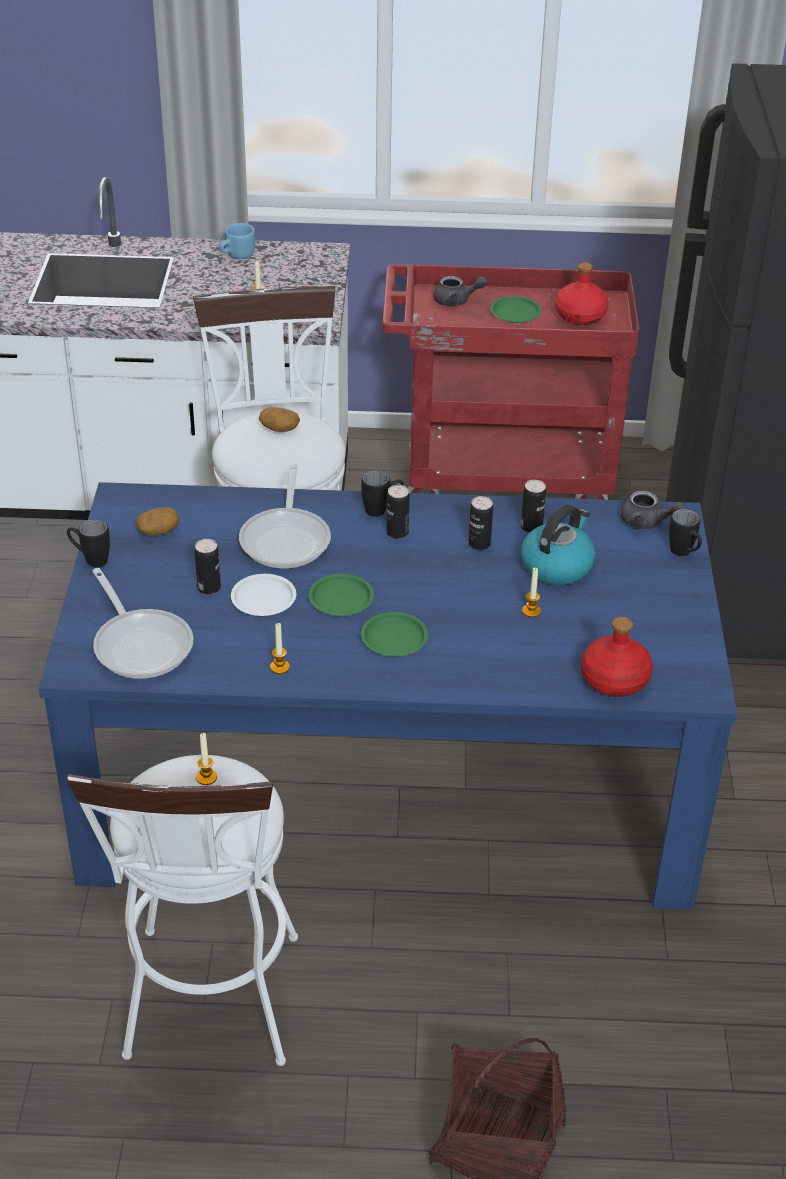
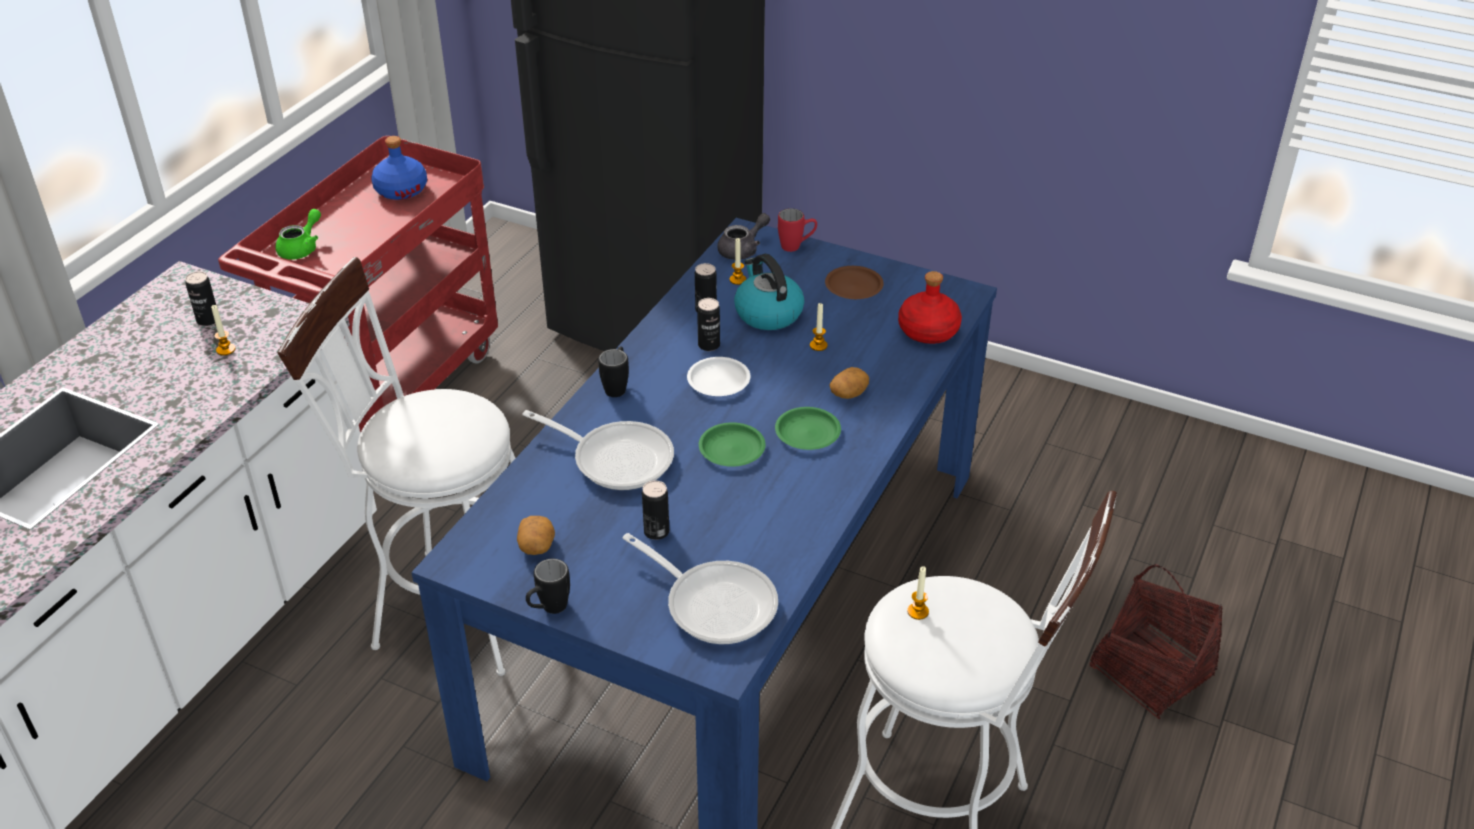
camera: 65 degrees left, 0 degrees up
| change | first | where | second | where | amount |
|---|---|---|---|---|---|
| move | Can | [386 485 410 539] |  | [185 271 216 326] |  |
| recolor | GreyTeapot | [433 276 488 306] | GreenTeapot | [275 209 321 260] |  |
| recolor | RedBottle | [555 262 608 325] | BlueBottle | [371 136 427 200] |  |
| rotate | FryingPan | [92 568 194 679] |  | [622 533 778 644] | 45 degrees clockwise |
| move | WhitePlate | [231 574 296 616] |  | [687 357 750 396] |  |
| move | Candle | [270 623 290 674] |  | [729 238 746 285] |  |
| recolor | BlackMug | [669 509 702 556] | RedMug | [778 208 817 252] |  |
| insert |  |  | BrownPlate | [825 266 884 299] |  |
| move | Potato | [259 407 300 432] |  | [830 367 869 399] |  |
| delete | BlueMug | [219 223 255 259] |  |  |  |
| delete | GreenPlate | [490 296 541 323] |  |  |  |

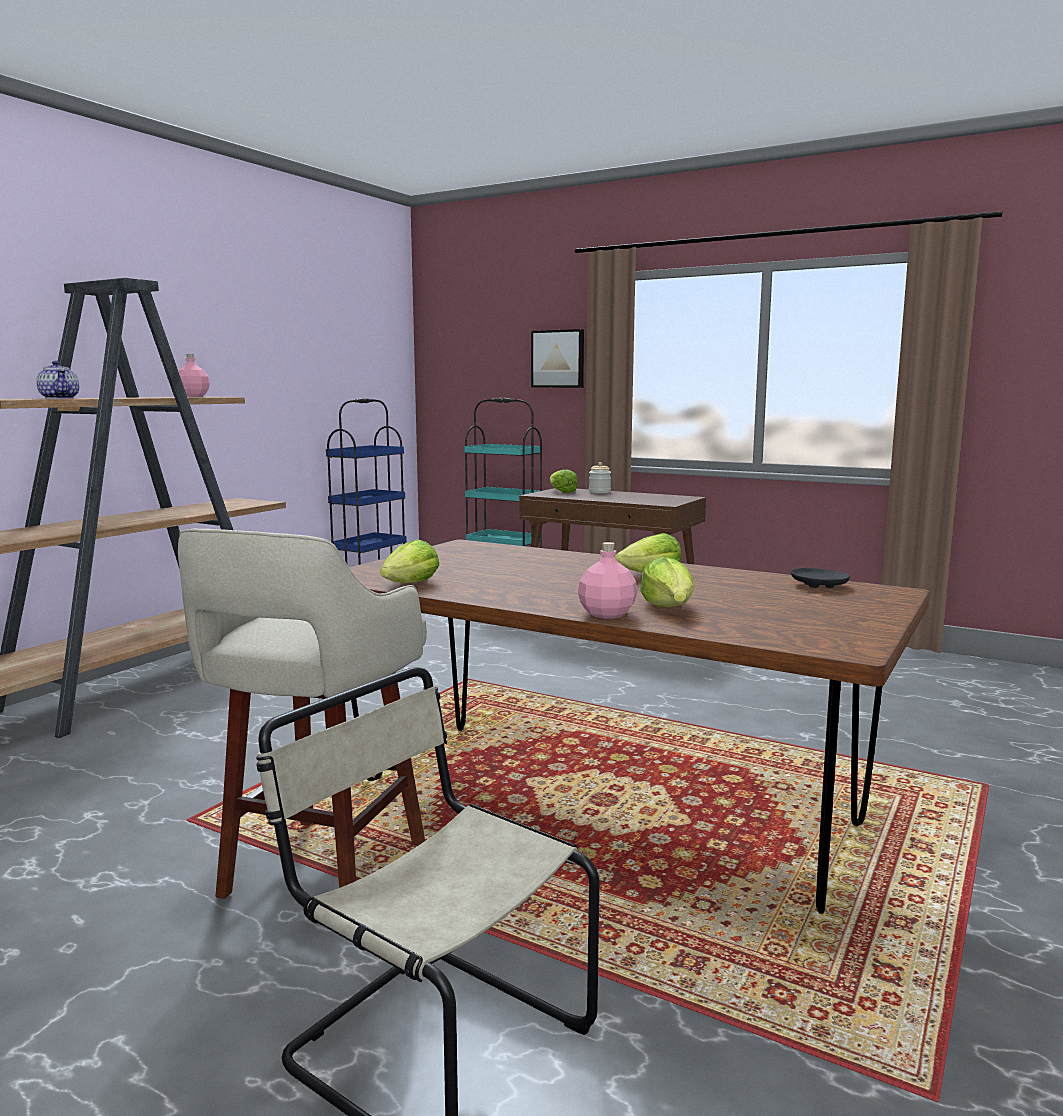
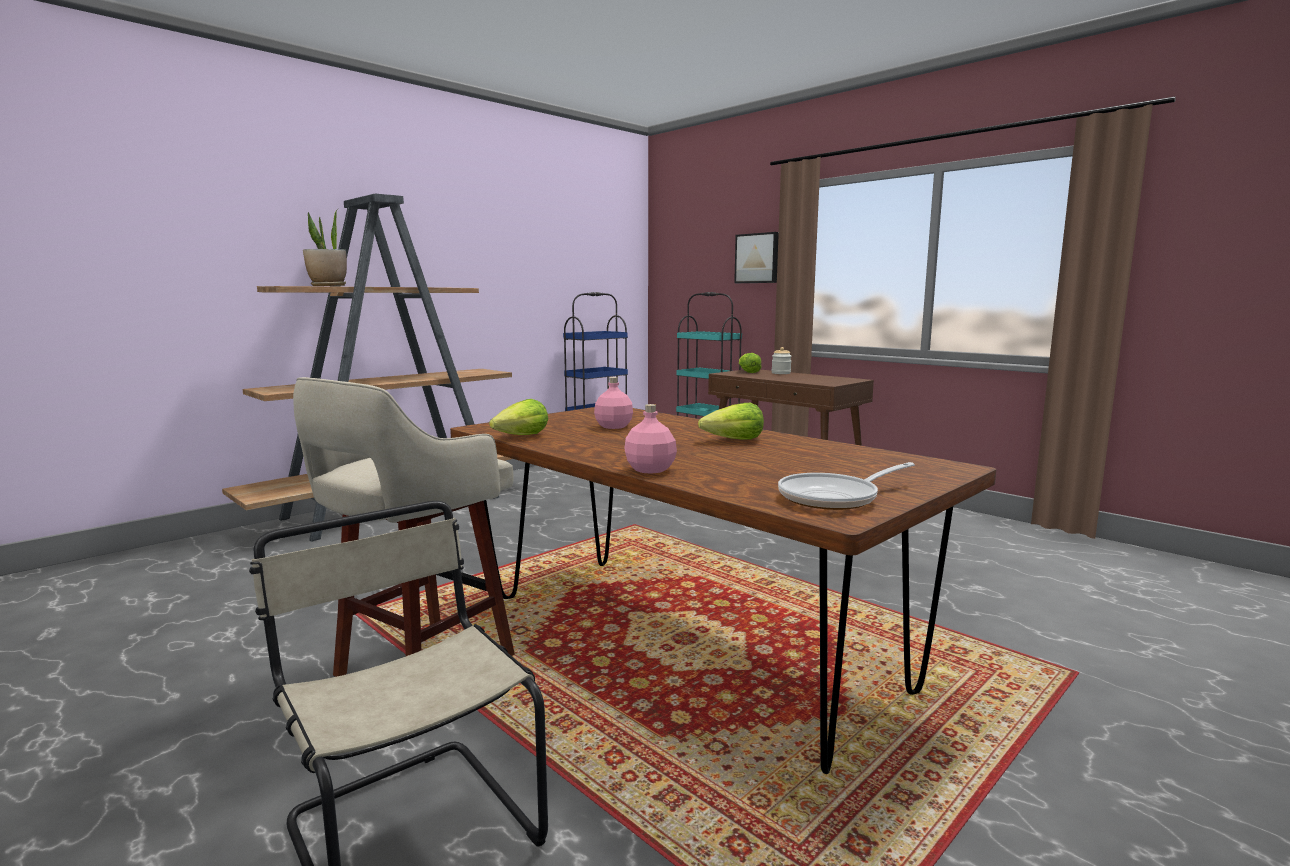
camera: 15 degrees right, 0 degrees up
| change | first | where | second | where | amount |
|---|---|---|---|---|---|
| replace | Teapot | [36 361 79 399] | PottedPlant | [303 209 347 286] |  |
| move | PinkBottle | [178 354 210 397] |  | [594 377 633 429] |  |
| insert |  |  | FryingPan | [778 462 915 510] |  |
| delete | Lettuce | [640 557 695 607] |  |  |  |
| delete | BlackPlate | [791 568 850 588] |  |  |  |

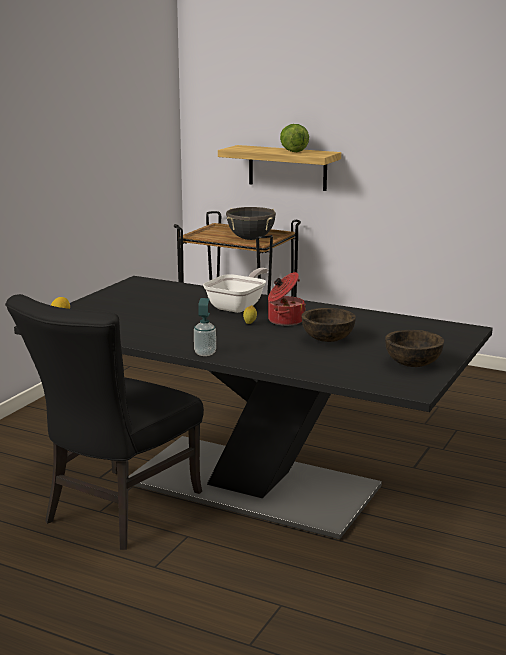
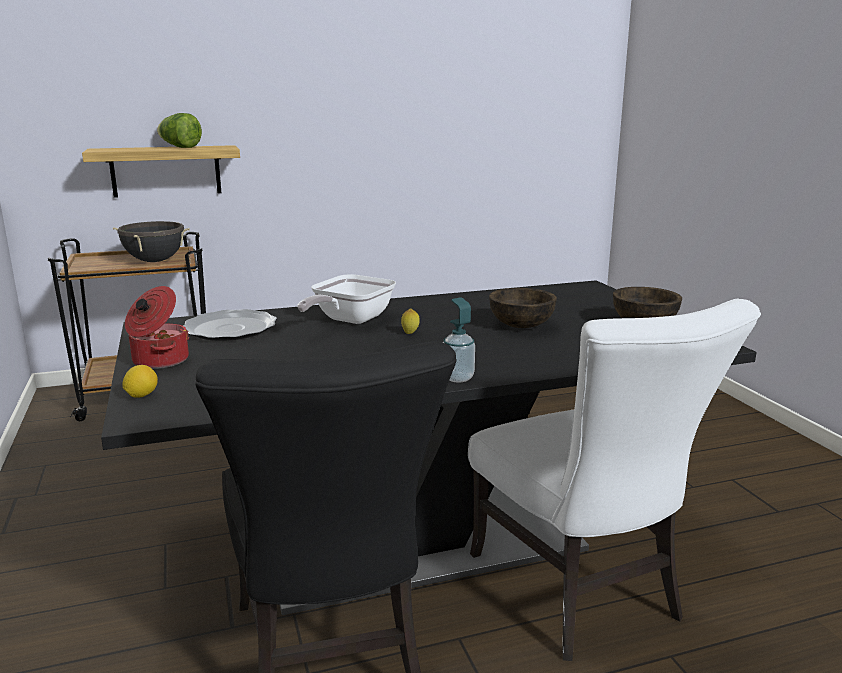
camera: 45 degrees left, 0 degrees up
| change | first | where | second | where | amount |
|---|---|---|---|---|---|
| move | CookingPot | [268 272 306 326] |  | [125 286 189 369] |  |
| insert |  |  | Plate | [183 309 277 341] |  |
| rotate | FryingPan | [203 268 268 313] |  | [297 274 396 324] | 135 degrees counterclockwise |
| insert |  |  | WhiteChair | [468 299 761 661] |  |

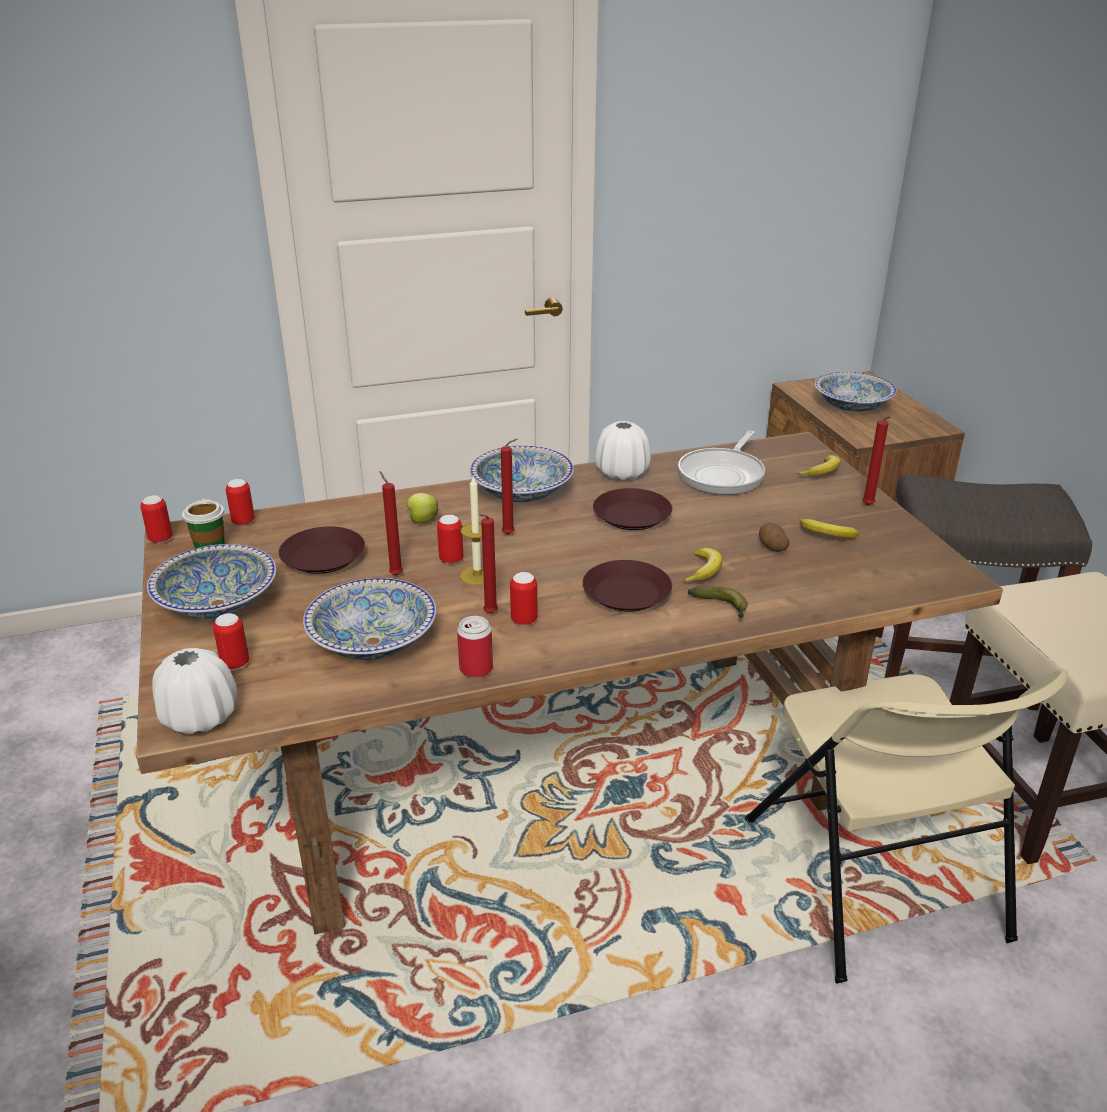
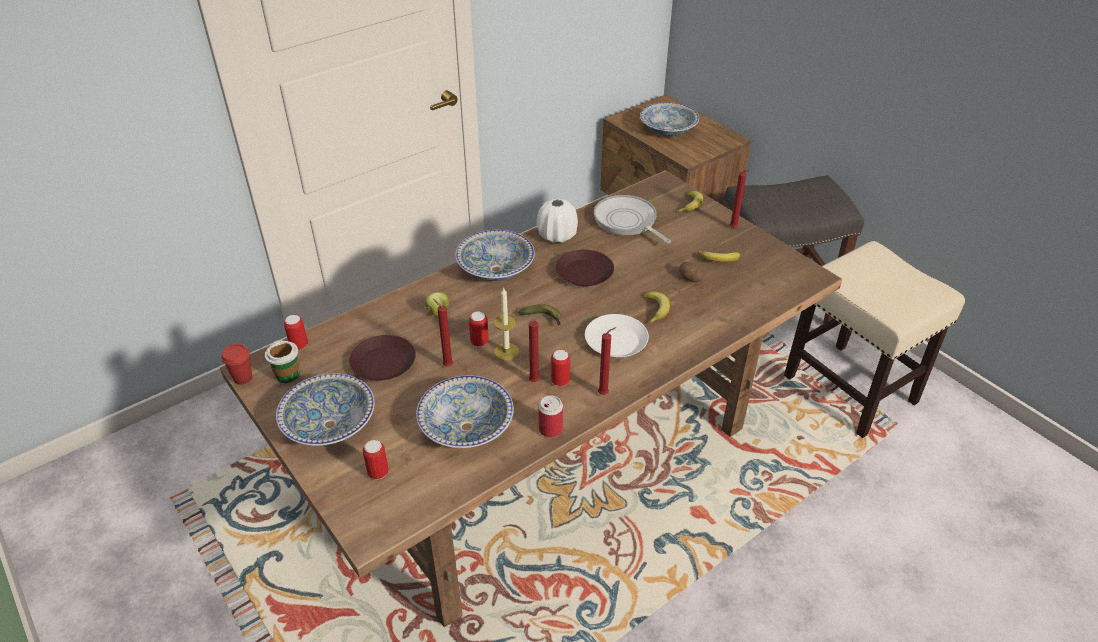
camera: 20 degrees left, 10 degrees up
| change | first | where | second | where | amount |
|---|---|---|---|---|---|
| replace | Can | [141 495 173 543] | RedCup | [222 344 252 385] |  |
| move | Banana | [688 586 748 619] |  | [518 304 561 326] |  |
| recolor | BrownPlate | [582 560 672 612] | WhitePlate | [585 314 649 357] |  |
| rotate | FryingPan | [678 431 765 495] |  | [594 195 671 244] | 135 degrees clockwise |
| move | RedCandle | [501 439 517 535] |  | [598 327 617 395] |  |
| delete | WhiteVase | [152 648 237 734] |  |  |  |
| delete | BeigeChair | [745 669 1068 984] |  |  |  |

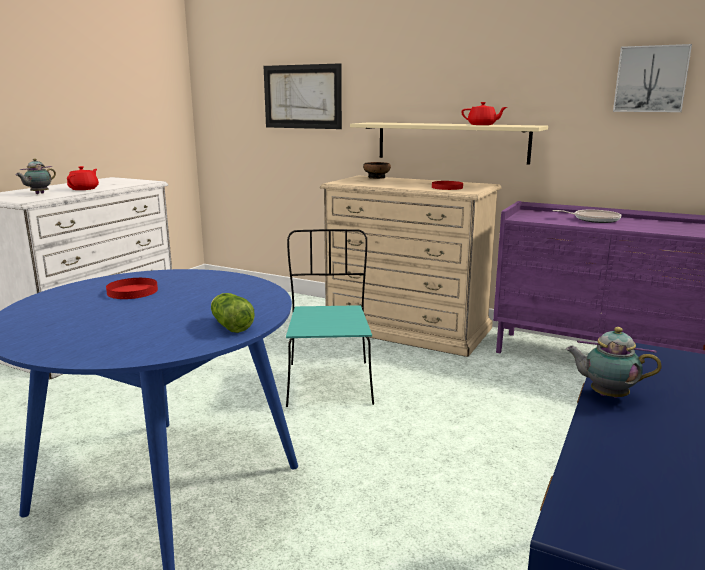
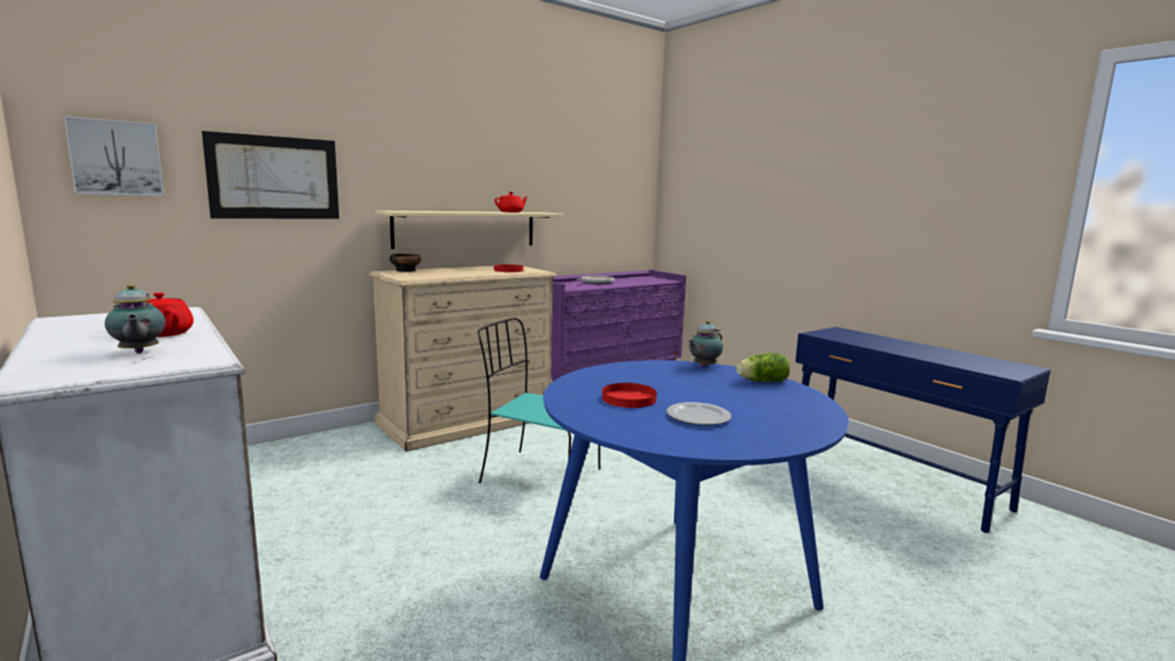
camera: 65 degrees left, 5 degrees down
| change | first | where | second | where | amount |
|---|---|---|---|---|---|
| move | Picture | [613 44 692 112] |  | [64 116 164 196] |  |
| insert |  |  | Plate | [667 402 731 425] |  |
| move | Teapot | [566 327 662 398] |  | [688 320 723 367] |  |

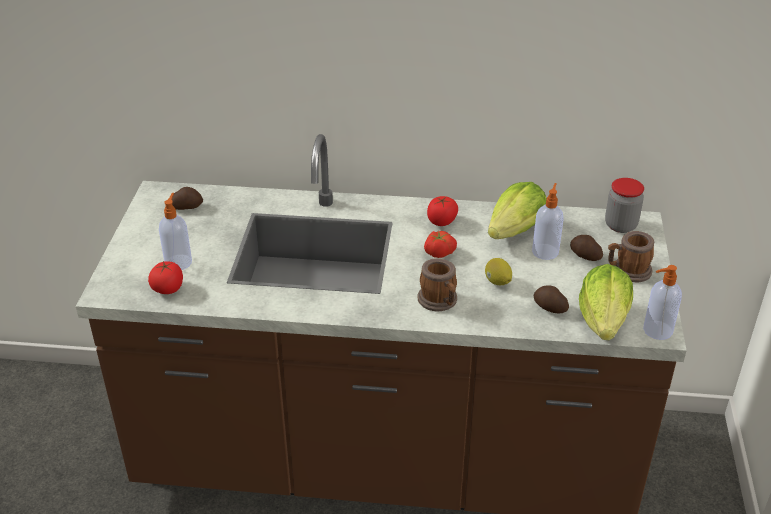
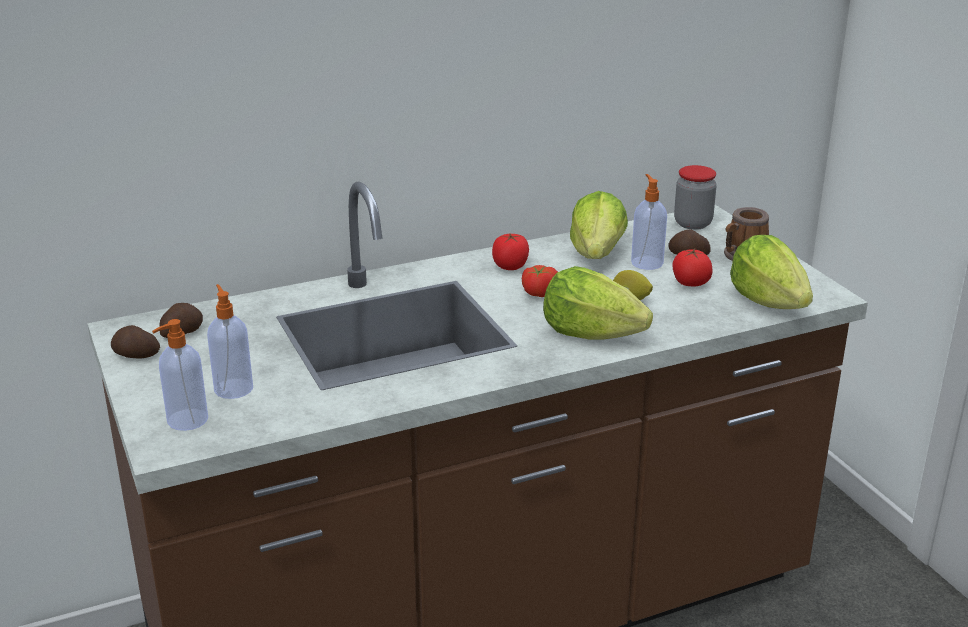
camera: 30 degrees left, 10 degrees down
| change | first | where | second | where | amount |
|---|---|---|---|---|---|
| move | Potato | [534 286 569 313] |  | [111 325 160 359] |  |
| move | SoapDispenser | [643 265 682 340] |  | [152 319 208 431] |  |
| replace | Mug | [417 258 457 311] | Lettuce | [543 266 653 339] |  |
| move | Tomato | [148 261 183 294] |  | [673 249 713 286] |  |

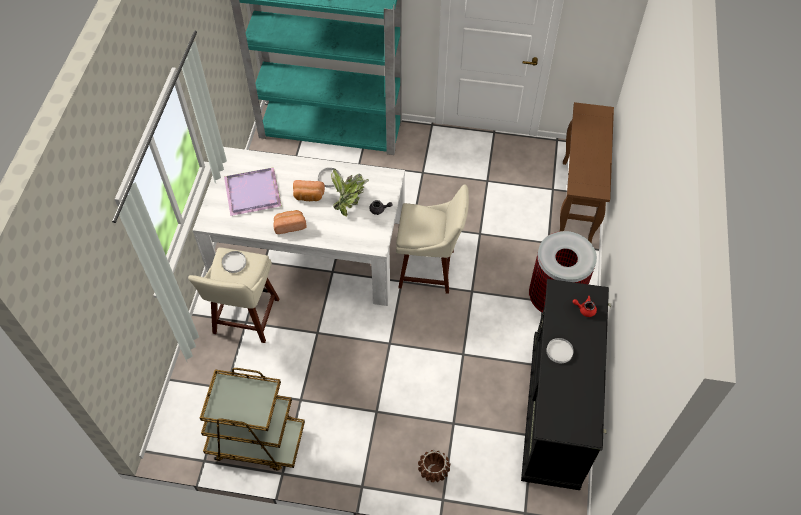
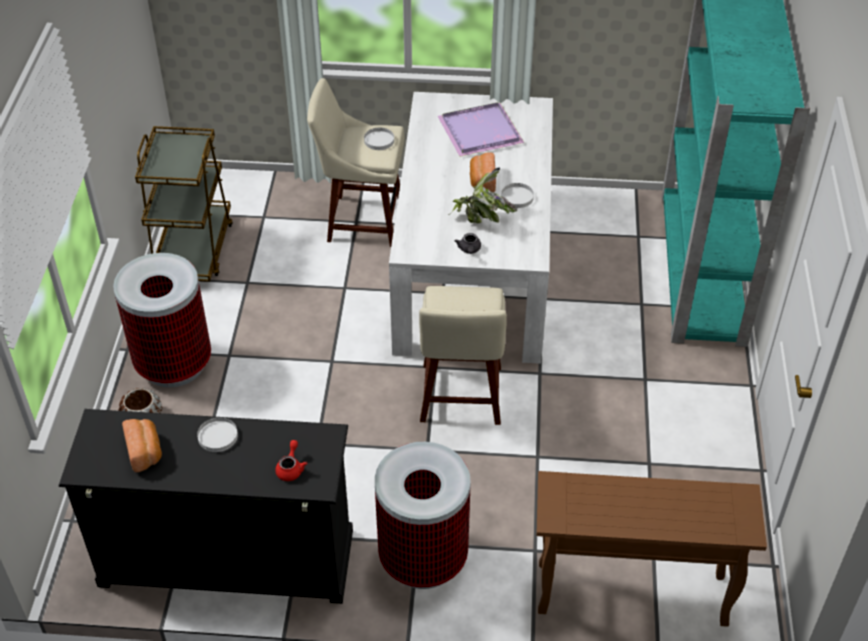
camera: 85 degrees right, 10 degrees down
| change | first | where | second | where | amount |
|---|---|---|---|---|---|
| insert |  |  | TrashCan | [113 253 211 387] |  |
| move | Bread | [273 210 307 234] |  | [122 419 162 472] |  |

